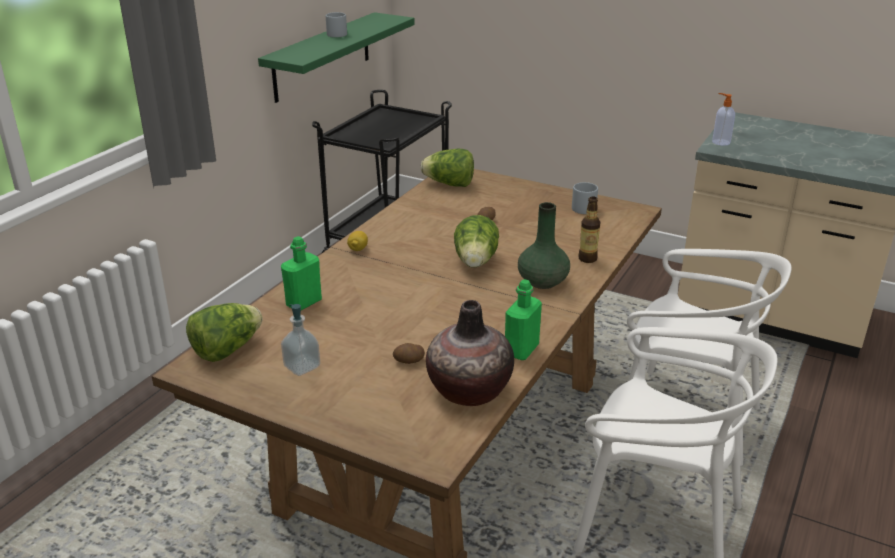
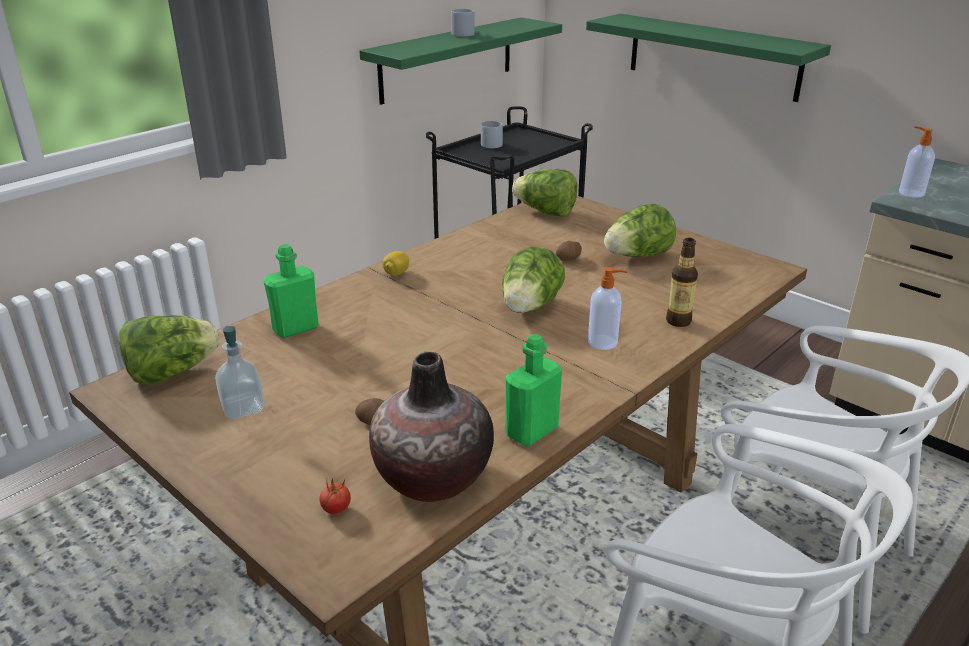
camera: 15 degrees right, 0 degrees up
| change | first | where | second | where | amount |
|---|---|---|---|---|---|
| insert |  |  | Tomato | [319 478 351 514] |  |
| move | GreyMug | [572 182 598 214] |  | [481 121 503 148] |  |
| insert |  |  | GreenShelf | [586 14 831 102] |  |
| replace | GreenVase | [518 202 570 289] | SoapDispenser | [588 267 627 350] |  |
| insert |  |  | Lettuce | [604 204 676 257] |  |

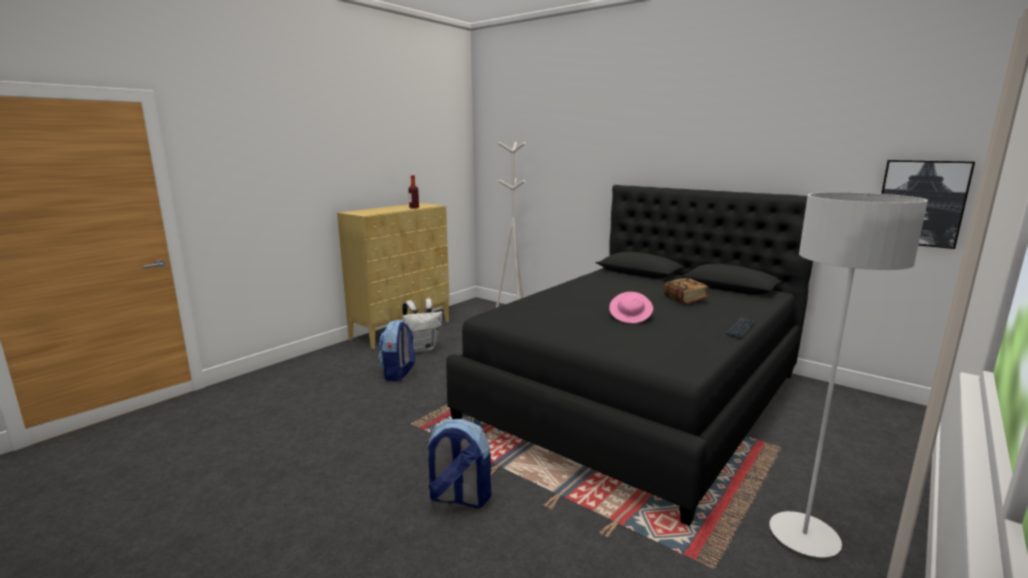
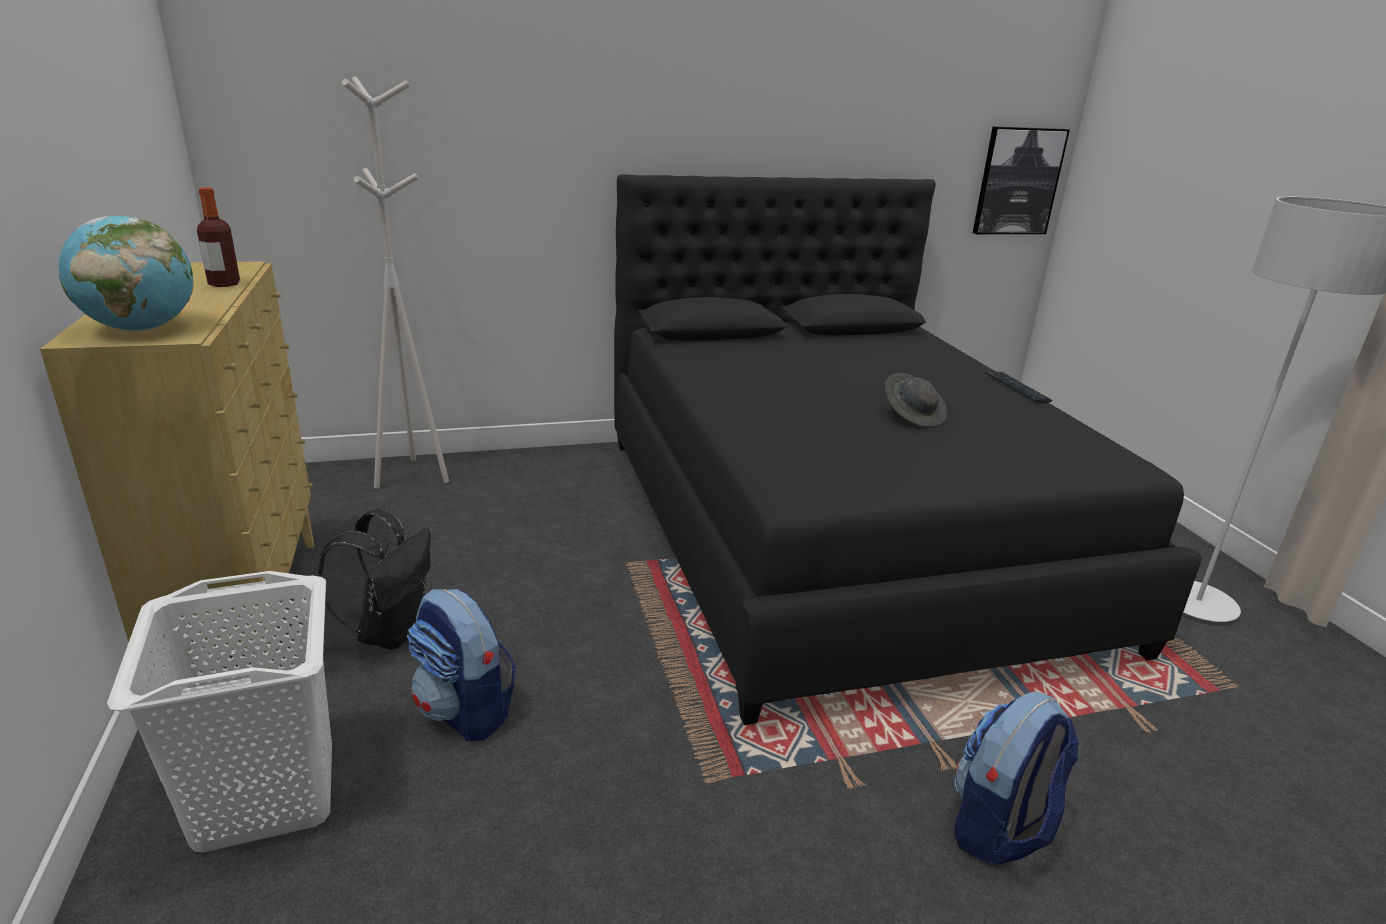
camera: 55 degrees left, 10 degrees up
| change | first | where | second | where | amount |
|---|---|---|---|---|---|
| insert |  |  | Globe | [59 216 194 331] |  |
| insert |  |  | WhiteLaundryBasket | [107 571 332 852] |  |
| recolor | WhiteBackpack | [402 298 442 353] | BlackBackpack | [318 509 431 650] |  |
| recolor | PinkHat | [609 292 653 323] | GreyHat | [885 373 947 427] |  |
| delete | Book | [663 278 709 304] |  |  |  |

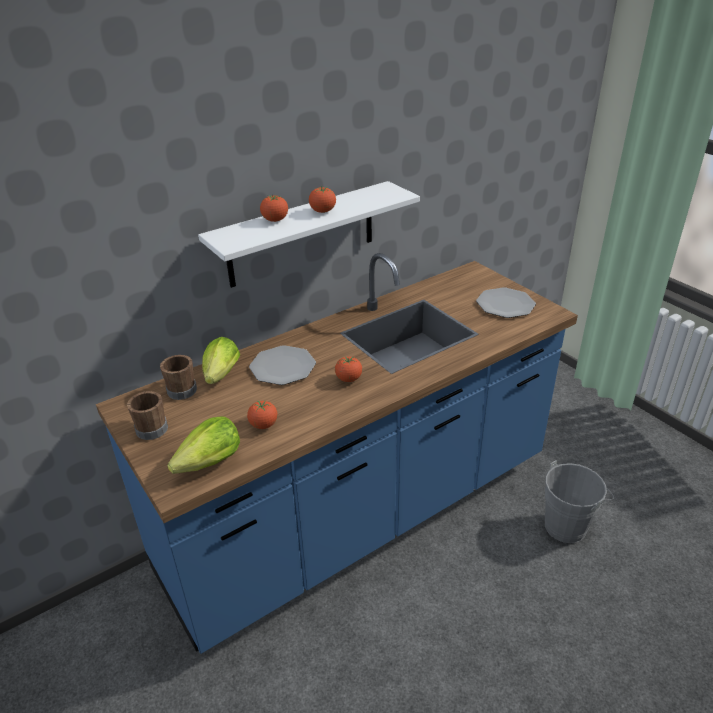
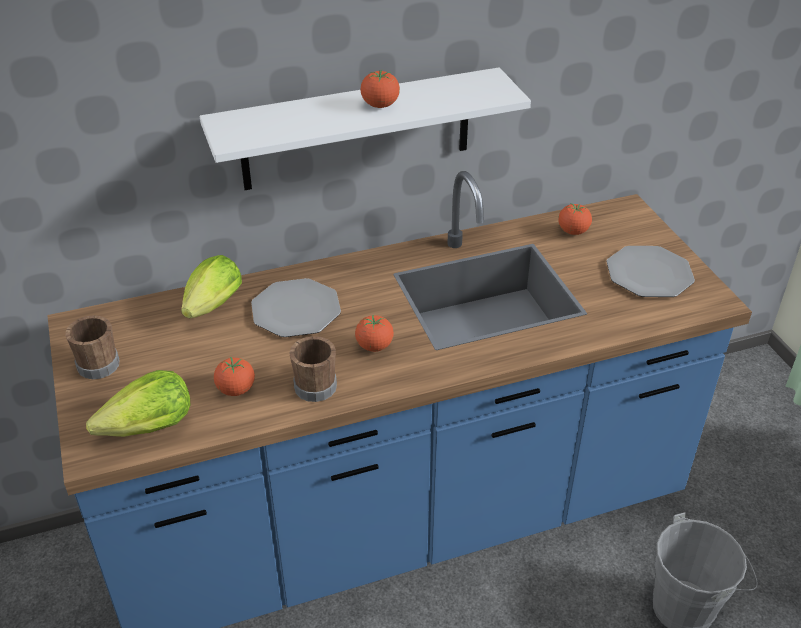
camera: 15 degrees right, 5 degrees up
| change | first | where | second | where | amount |
|---|---|---|---|---|---|
| move | BrownMug | [160 355 197 400] |  | [290 336 337 402] |  |
| move | Tomato | [260 195 288 222] |  | [558 204 592 235] |  |

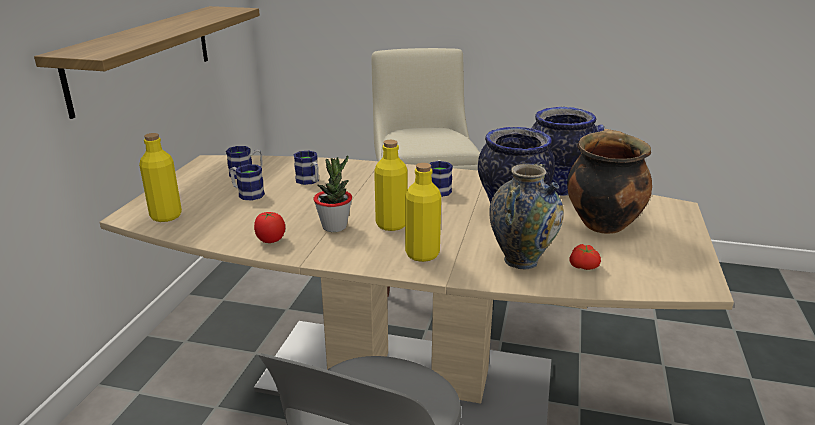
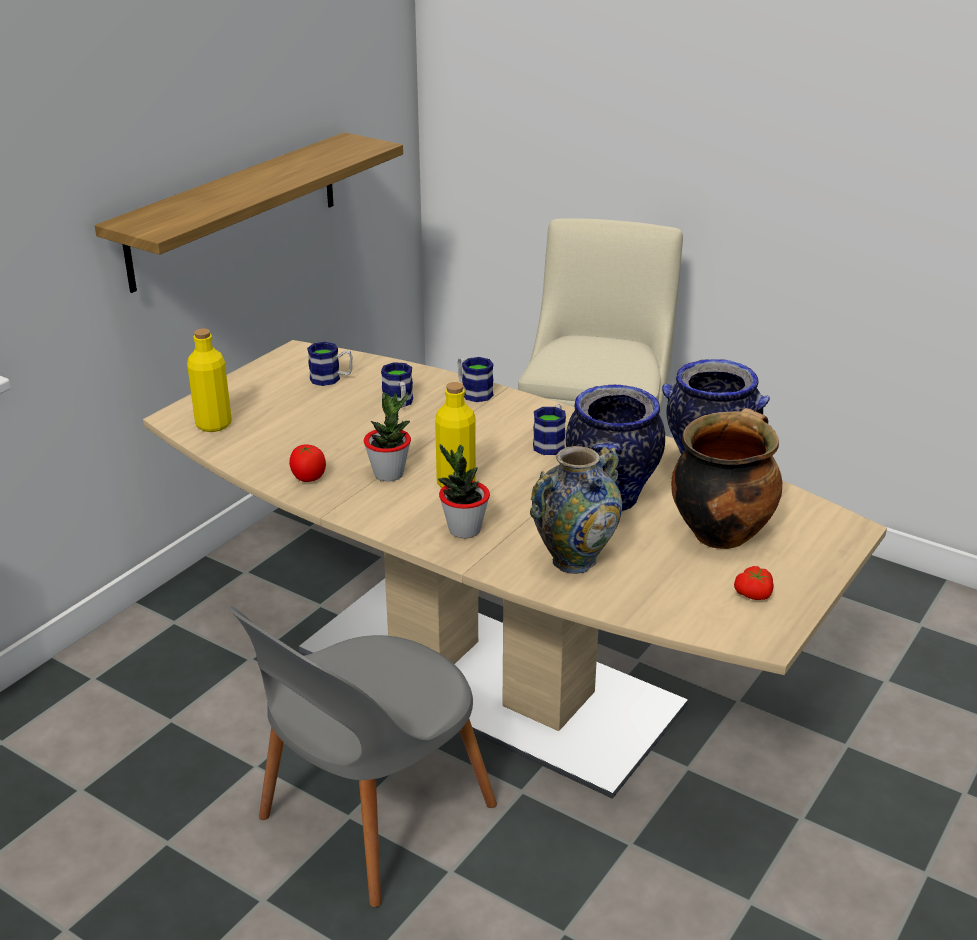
camera: 20 degrees right, 5 degrees up
| change | first | where | second | where | amount |
|---|---|---|---|---|---|
| replace | YellowBottle | [405 163 441 262] | PottedPlant | [438 444 490 538] |  |
| move | Mug | [230 164 265 201] |  | [457 357 494 402] |  |
| move | Tomato | [569 244 601 270] |  | [734 566 773 600] |  |

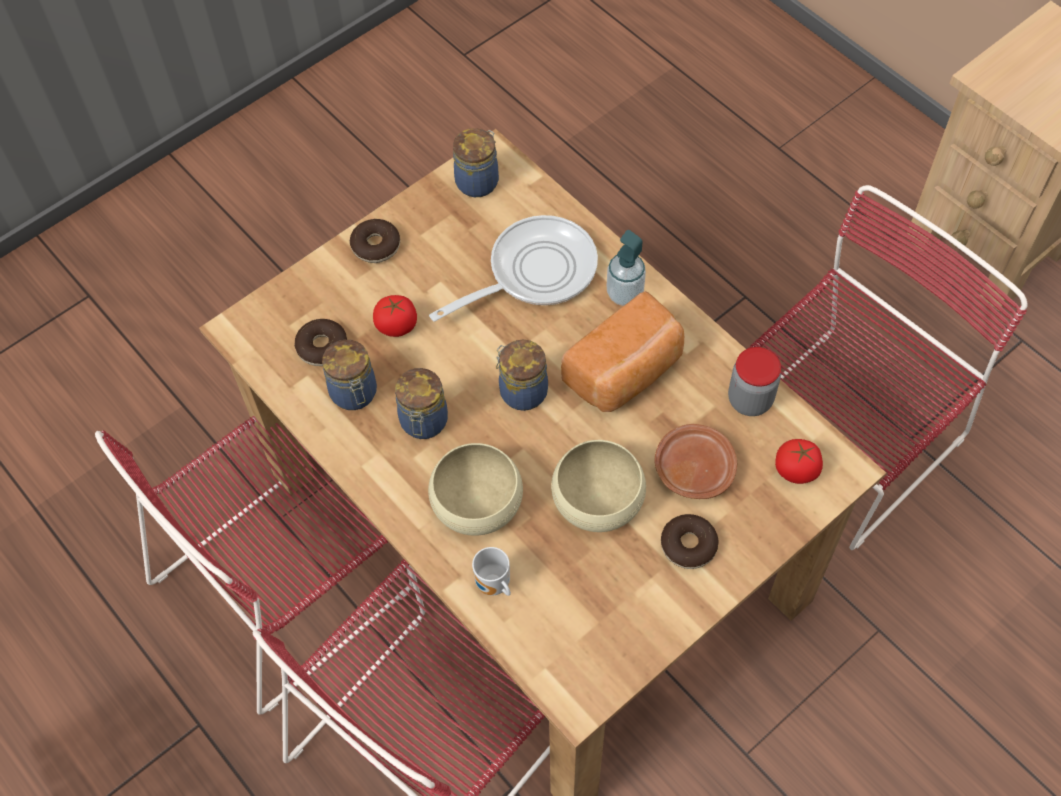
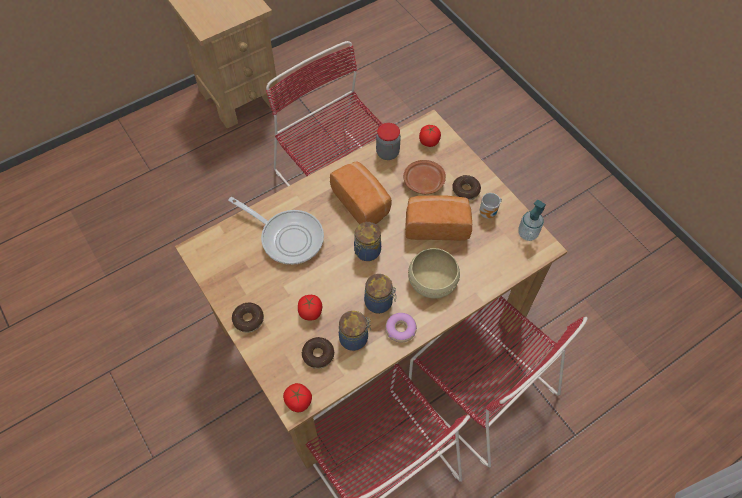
camera: 85 degrees left, 0 degrees up
| change | first | where | second | where | amount |
|---|---|---|---|---|---|
| rotate | FryingPan | [429 215 598 322] |  | [228 197 324 265] | 150 degrees clockwise |
| insert |  |  | Tomato | [283 383 312 412] |  |
| insert |  |  | Donut | [385 313 417 343] |  |
| replace | BeigeBowl | [551 440 646 532] | Bread | [405 195 472 240] |  |
| move | Mug | [472 547 511 596] |  | [480 193 502 219] |  |
| move | SoapDispenser | [607 230 646 306] |  | [518 200 546 241] |  |
| delete | Jar | [453 128 499 197] |  |  |  |

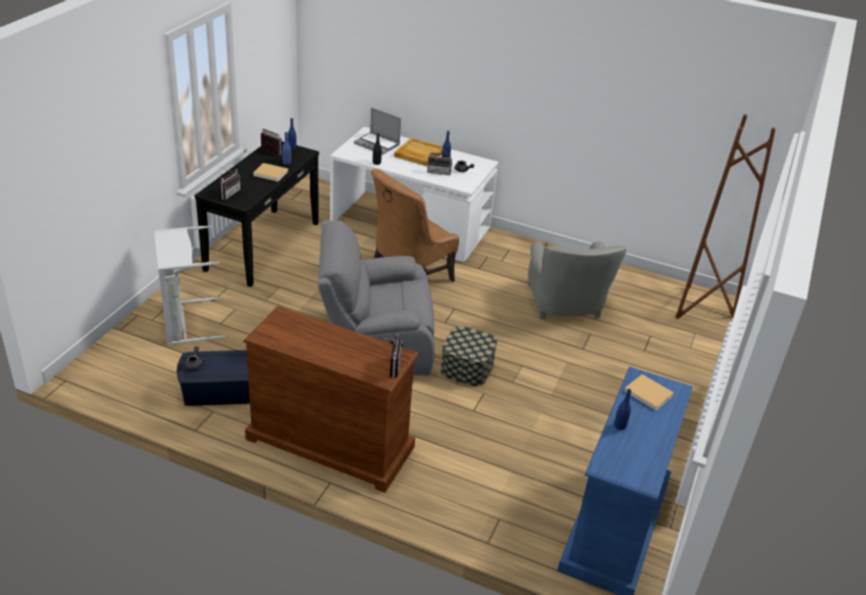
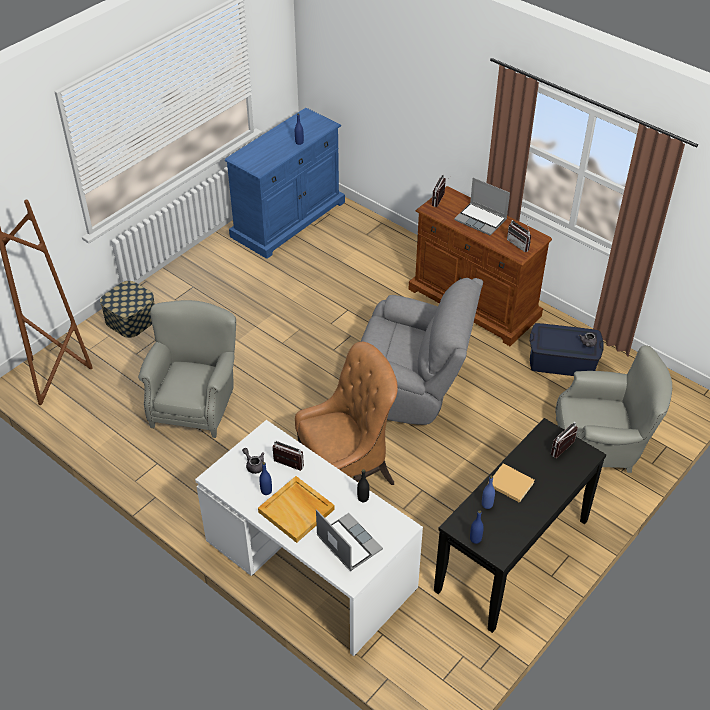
camera: 160 degrees left, 10 degrees up
| change | first | where | second | where | amount |
|---|---|---|---|---|---|
| move | StorageBox | [441 326 497 386] |  | [100 281 155 338] |  |
| insert |  |  | Laptop | [454 178 510 236] |  |
| move | Radio | [261 128 282 155] |  | [507 220 531 252] |  |
| replace | GreyLaundryBasket | [154 225 226 345] | GreyArmchair | [555 346 672 473] |  |
| delete | BeigeBook | [624 374 674 410] |  |  |  |

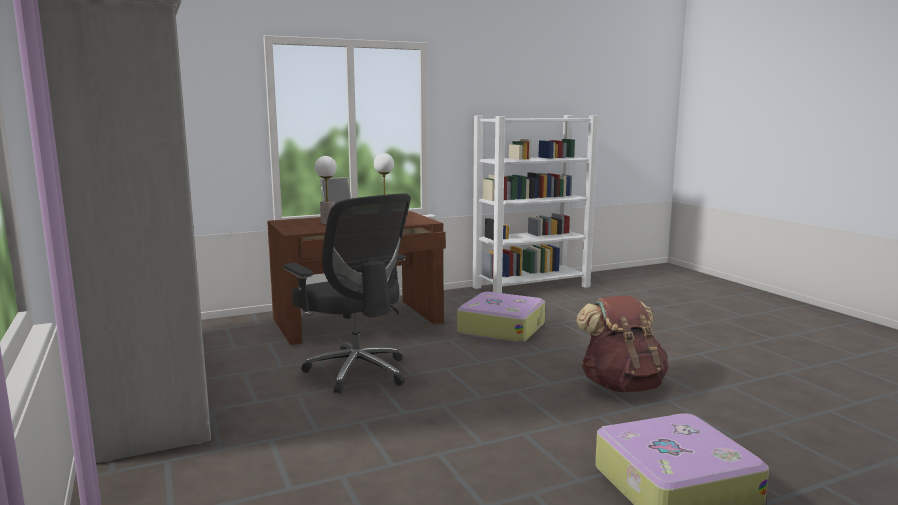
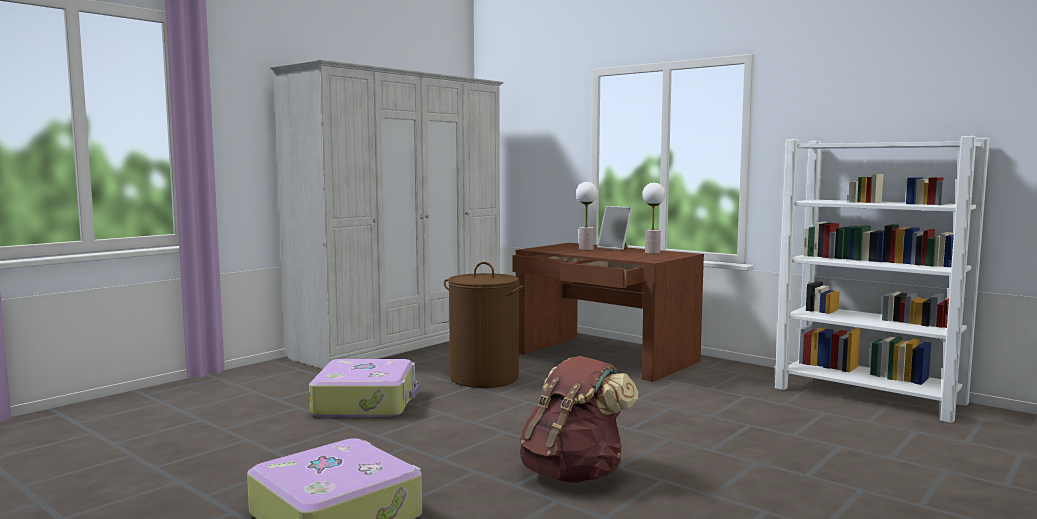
camera: 65 degrees right, 5 degrees down
| change | first | where | second | where | amount |
|---|---|---|---|---|---|
| move | Suitcase | [457 292 545 343] |  | [309 359 421 417] |  |
| replace | OfficeChair | [283 193 411 394] | BrownLaundryBasket | [444 262 524 388] |  |

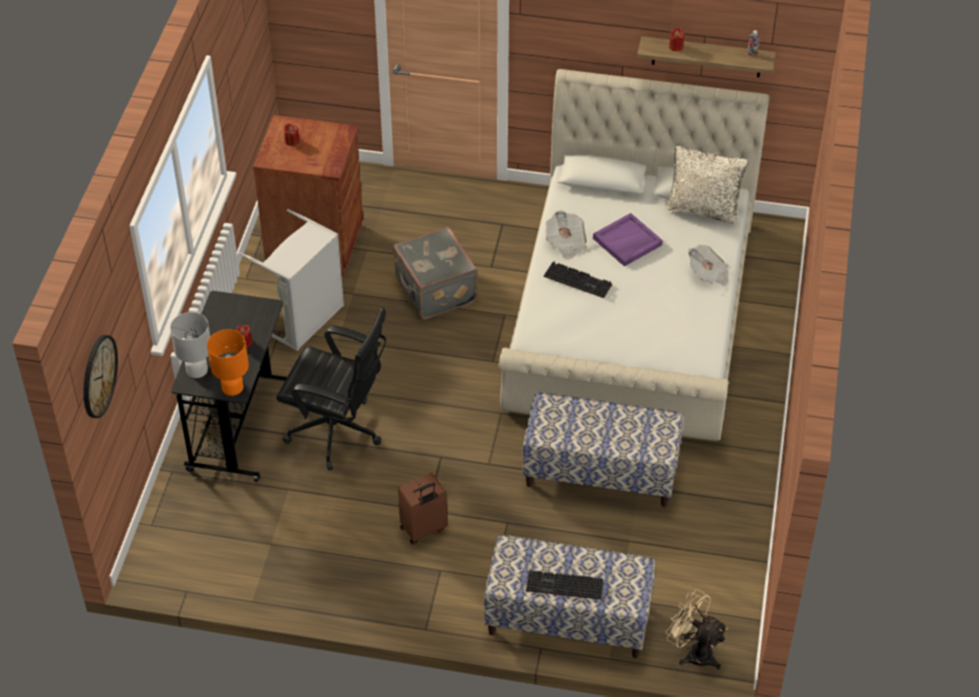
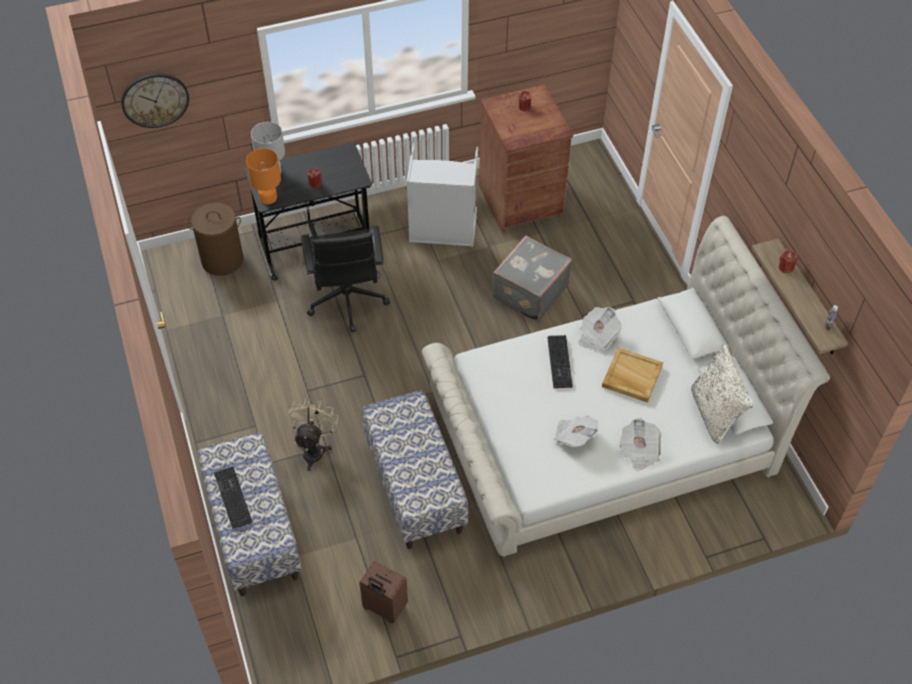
camera: 60 degrees right, 5 degrees up
| change | first | where | second | where | amount |
|---|---|---|---|---|---|
| insert |  |  | BrownLaundryBasket | [186 202 243 276] |  |
| move | BeigeFan | [666 589 728 670] |  | [287 398 338 471] |  |
| move | BrownSuitcase | [398 472 447 545] |  | [359 561 408 623] |  |
| insert |  |  | Newspaper | [554 416 599 447] |  |
| recolor | PurpleTray | [593 213 663 267] | BeigeTray | [602 348 663 403] |  |

